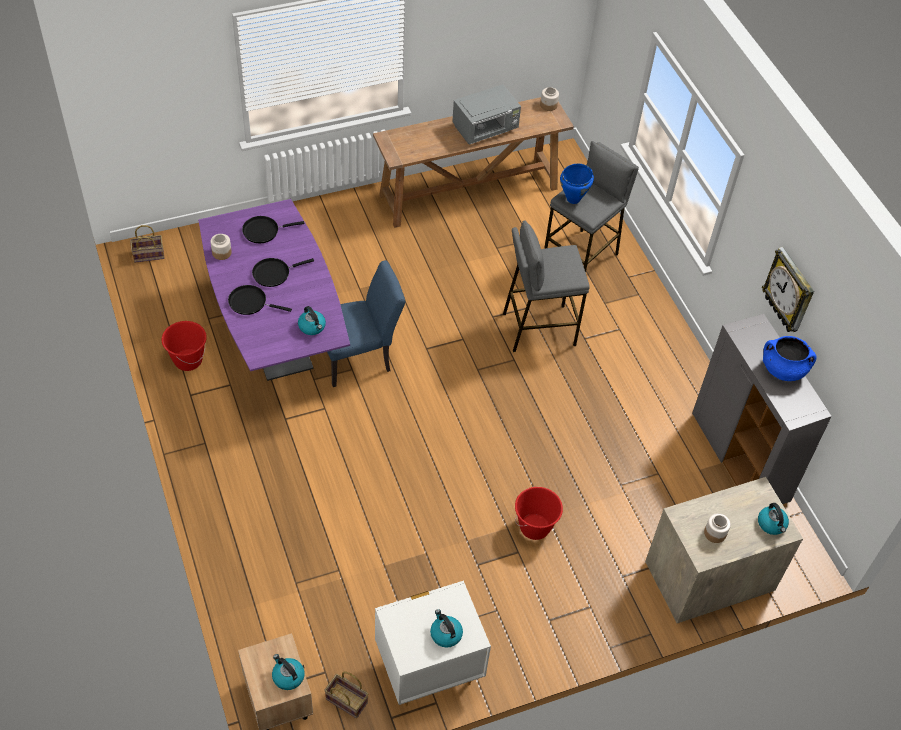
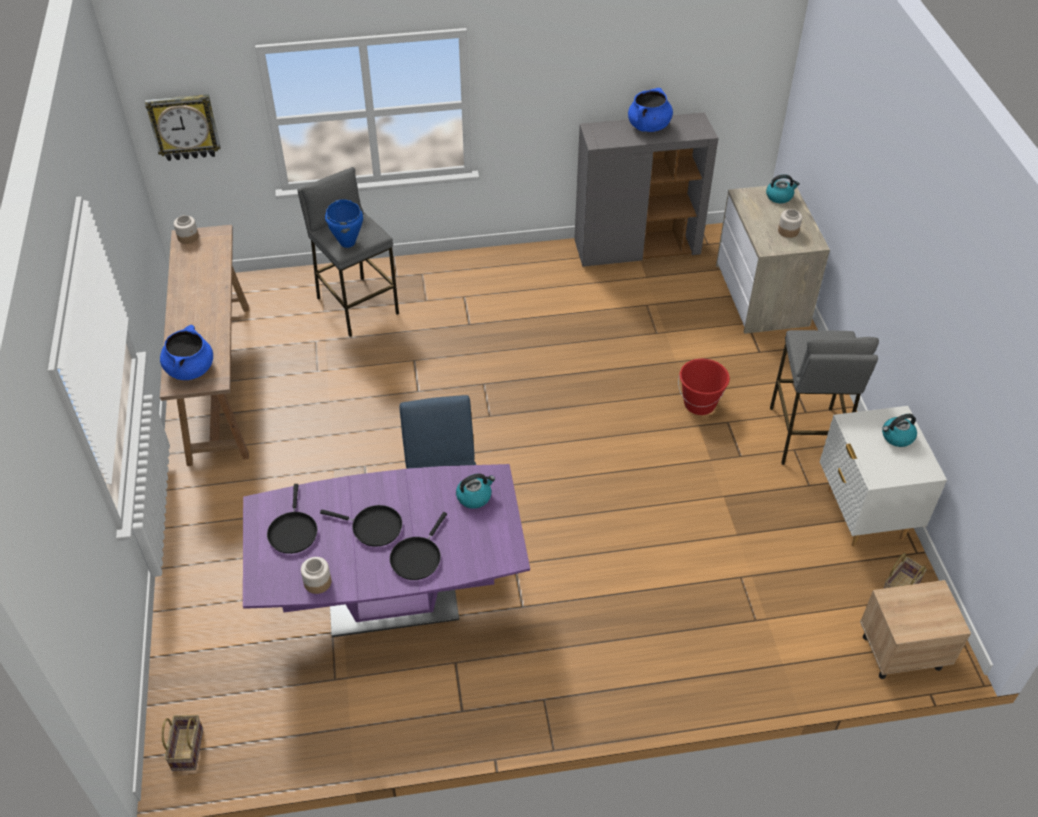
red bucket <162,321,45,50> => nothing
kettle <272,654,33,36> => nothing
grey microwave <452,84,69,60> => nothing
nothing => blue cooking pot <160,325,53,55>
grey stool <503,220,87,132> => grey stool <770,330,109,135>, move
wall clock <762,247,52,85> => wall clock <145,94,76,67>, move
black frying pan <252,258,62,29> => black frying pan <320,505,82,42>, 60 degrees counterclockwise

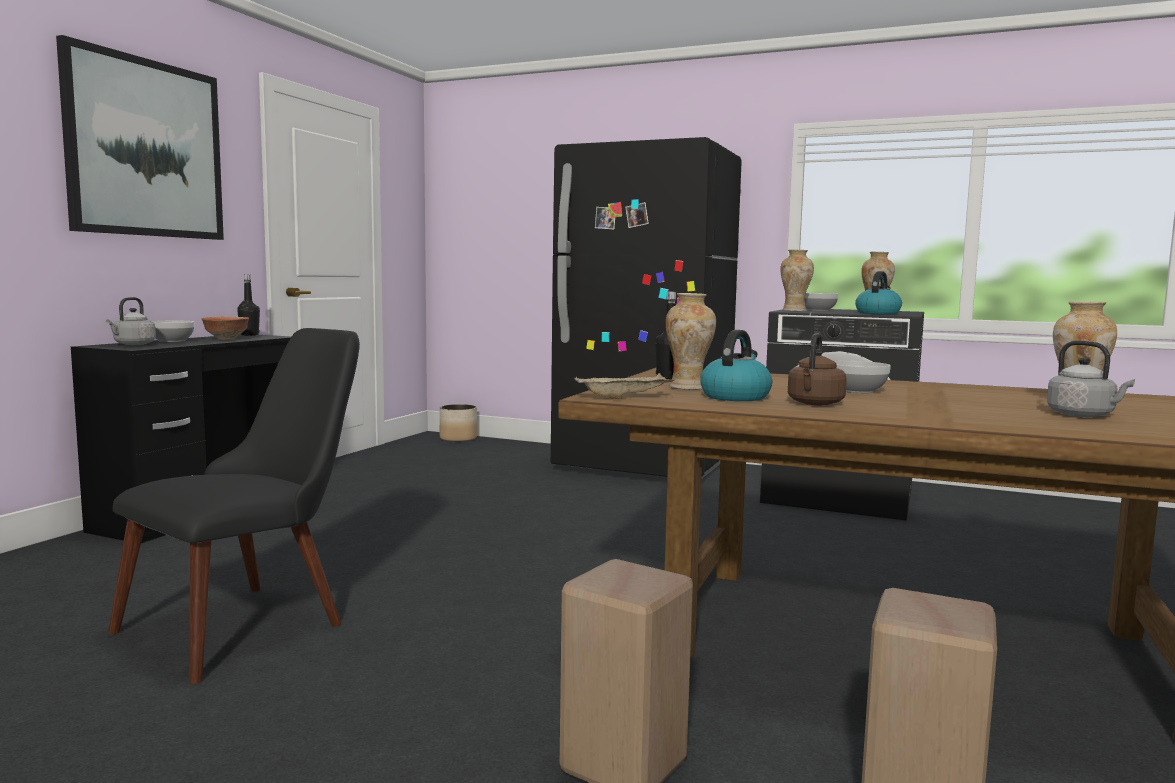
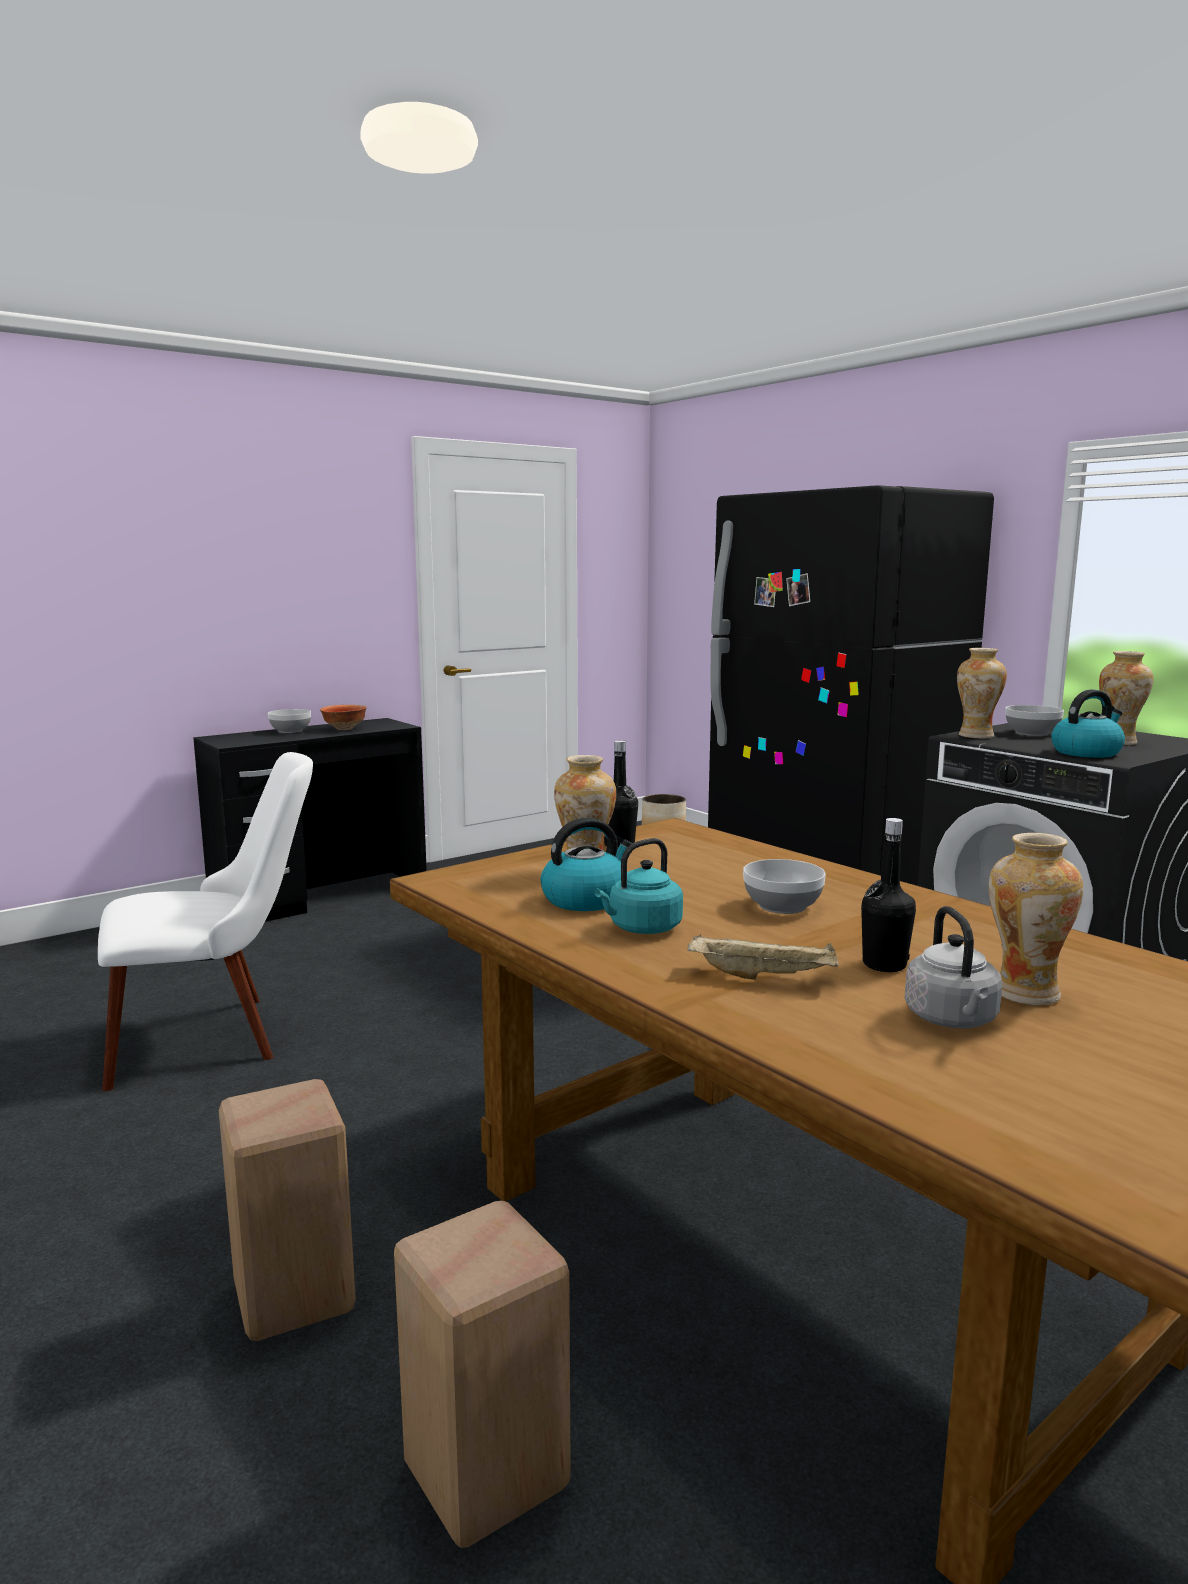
picture <56,35,168,205> => nothing
grey kettle <106,297,50,48> => nothing
black bottle <237,275,23,61> => black bottle <861,818,55,154>, move
beige tray <574,373,101,26> => beige tray <688,934,151,46>, move
black chair <108,328,252,356> => white chair <98,752,215,339>
brown kettle <788,333,59,72> => turquoise kettle <594,838,89,96>

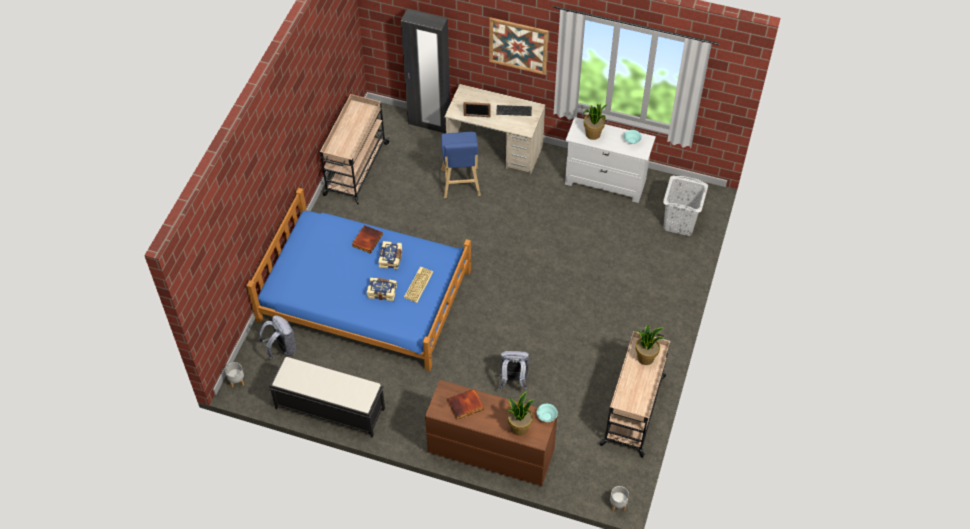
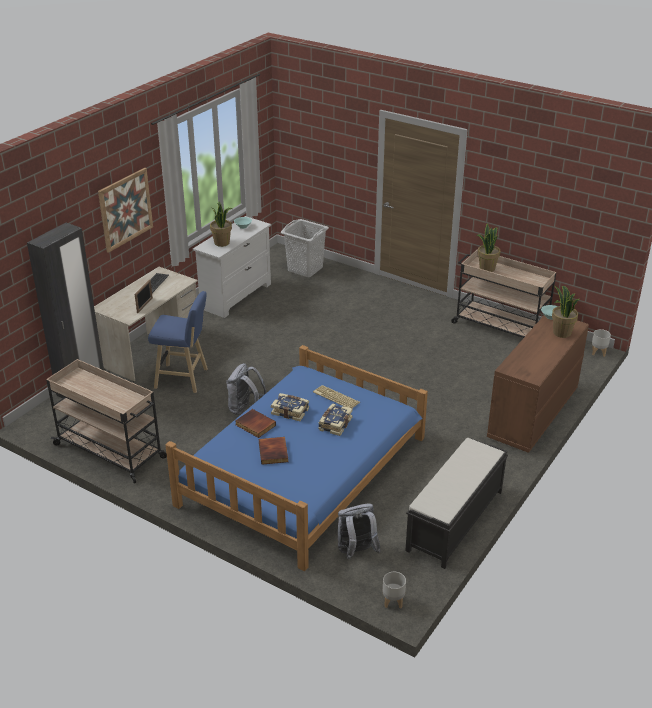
book <447,389,37,31> => book <259,437,29,28>, move
grey backpack <498,351,32,39> => grey backpack <226,363,41,52>, move

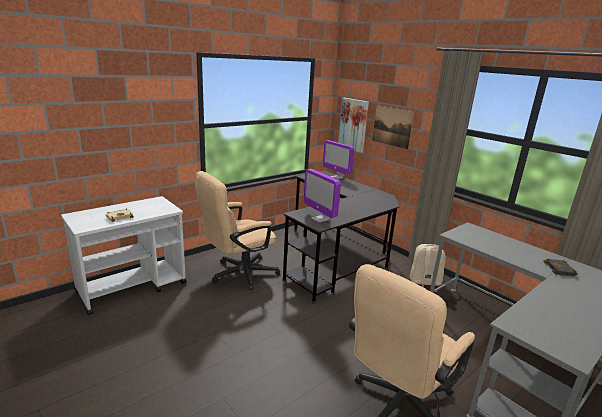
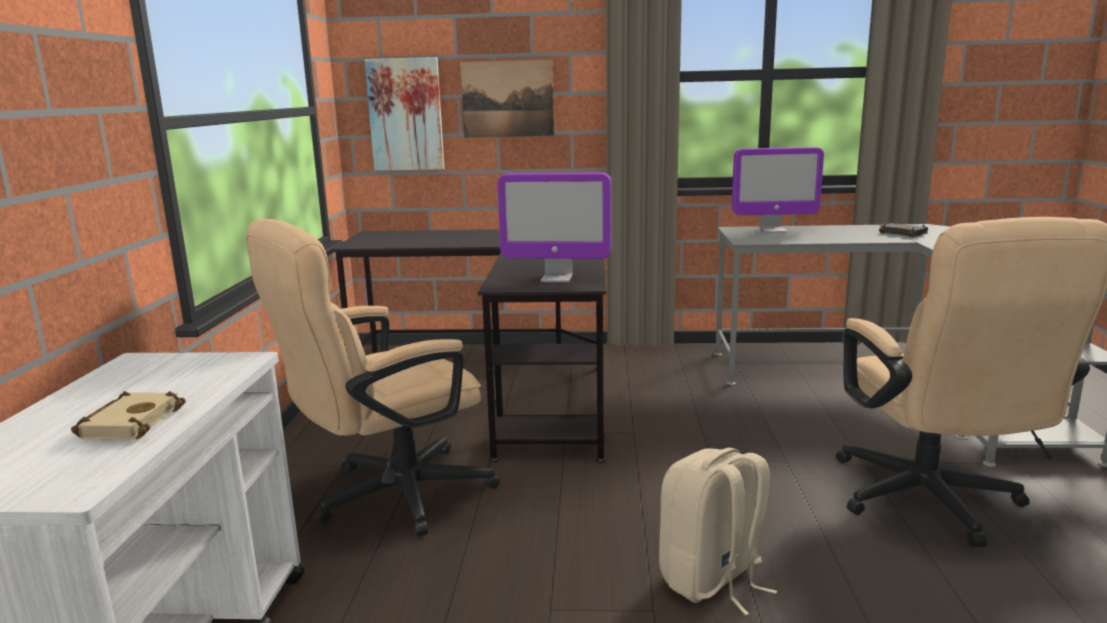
monitor <323,140,31,39> => monitor <732,147,92,86>, move
beige backpack <410,244,36,48> => beige backpack <659,448,118,167>, move
beige office chair <195,171,85,119> => beige office chair <246,219,254,318>, 45 degrees clockwise

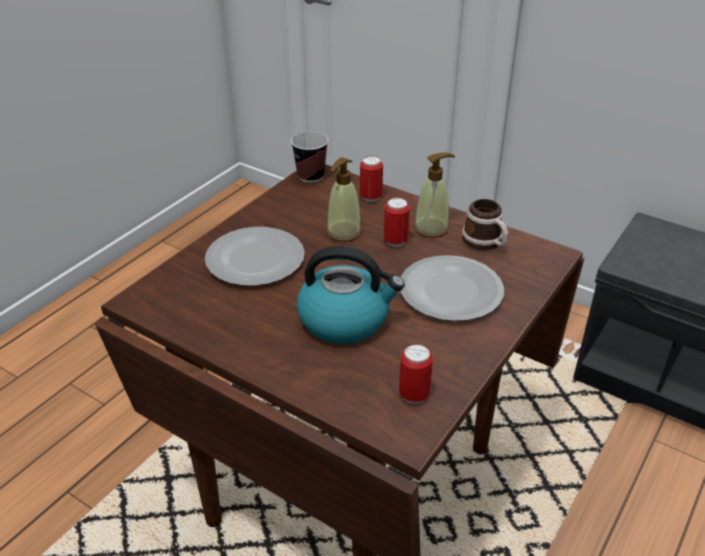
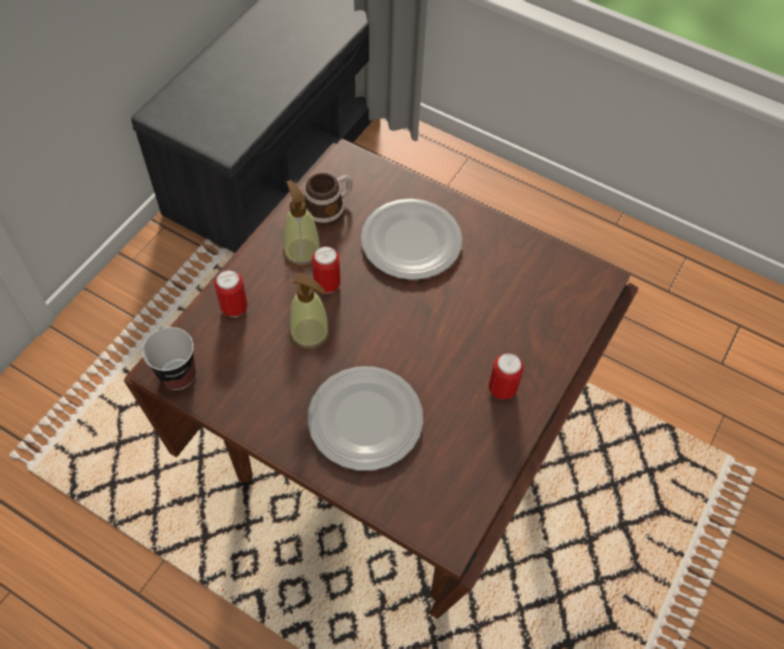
kettle <297,246,108,98> => nothing
can <399,344,34,60> => can <489,353,35,47>, move

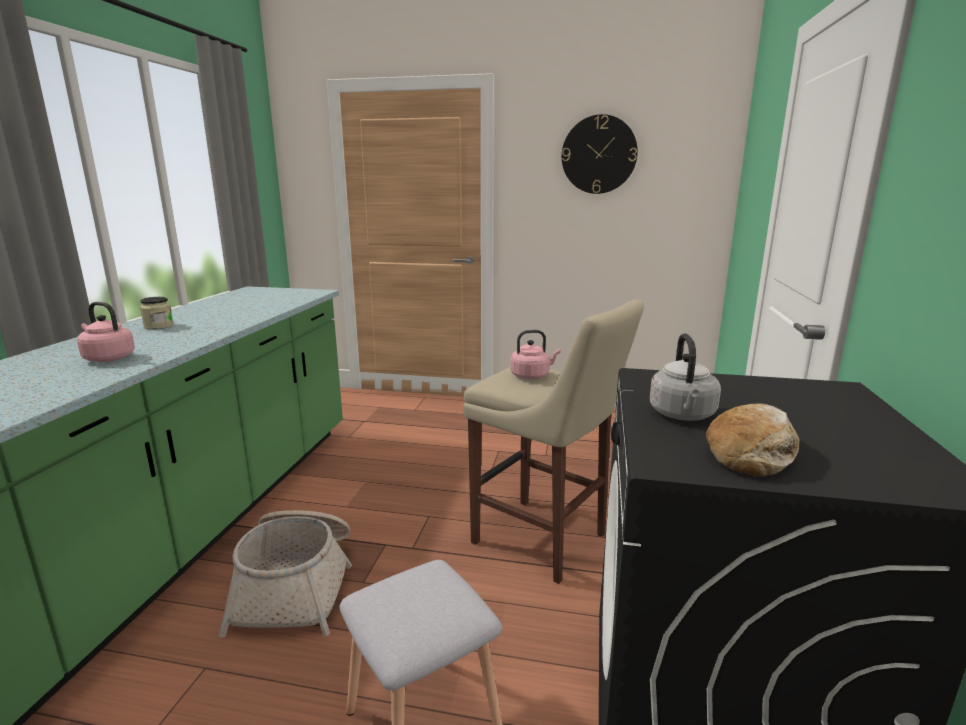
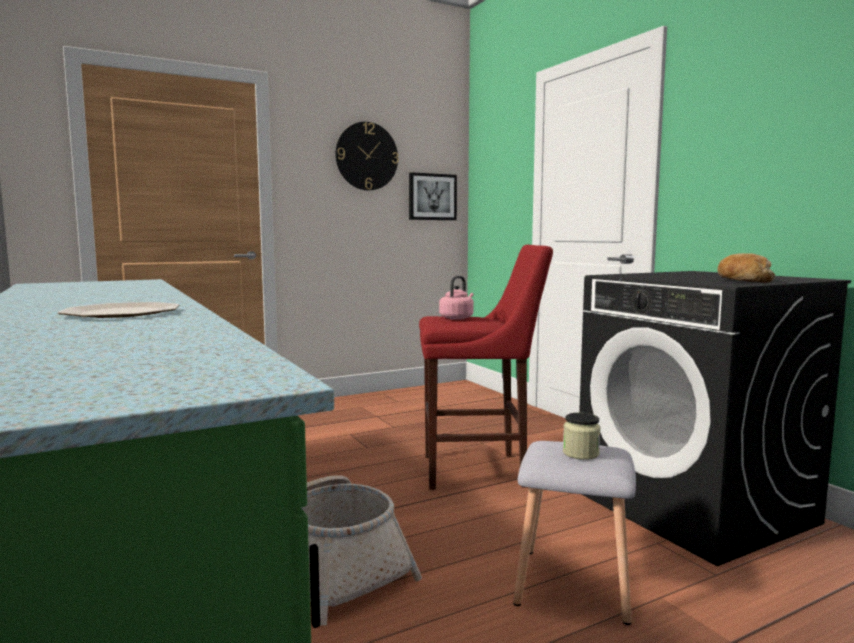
grey kettle <650,333,71,88> => nothing
nothing => picture <409,172,48,48>
jar <140,297,34,33> => jar <563,413,38,47>, move
pink kettle <77,302,58,60> => plate <58,302,121,16>
beige stool <463,300,181,284> => red stool <419,245,134,245>

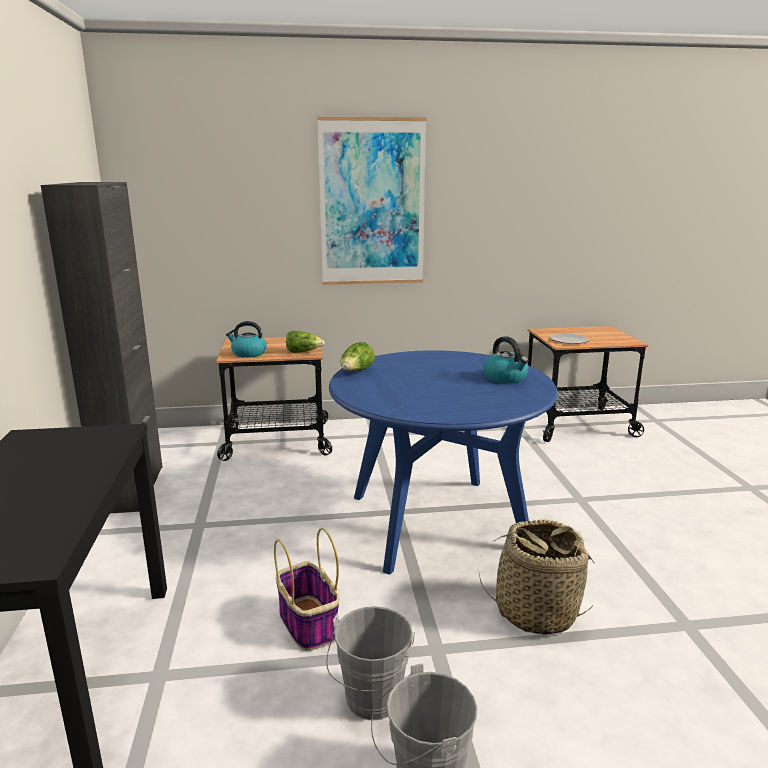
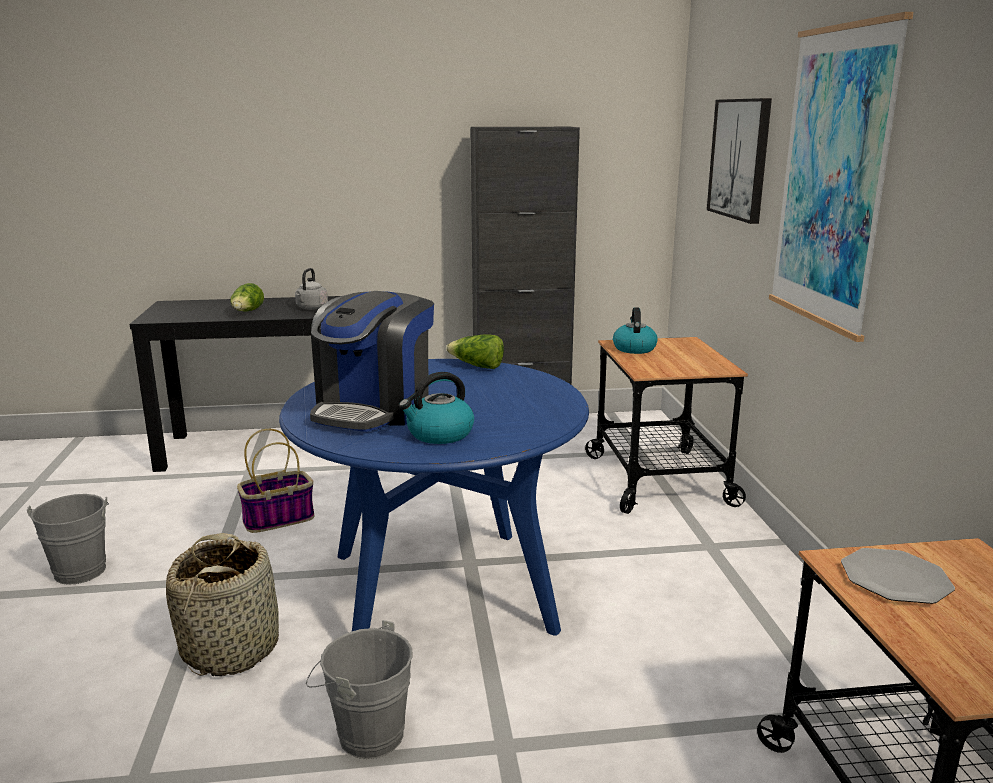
nothing => grey kettle <295,268,33,42>
nothing => coffee machine <310,291,124,141>
nothing => picture <707,98,65,126>
lettuce <286,331,39,22> => lettuce <230,283,34,28>, move
grey bucket <326,606,89,115> => grey bucket <306,620,107,139>, move

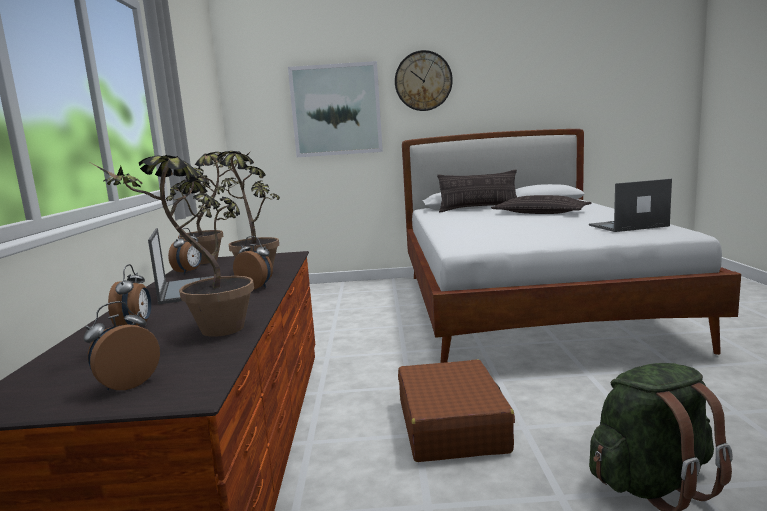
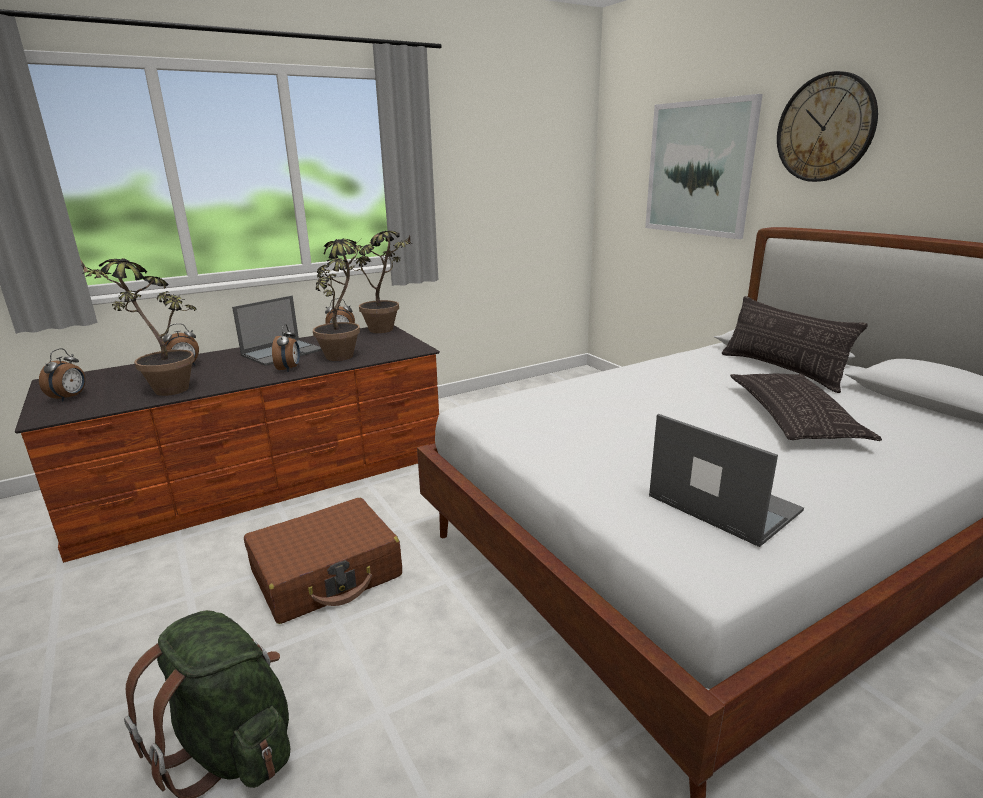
alarm clock <83,301,77,89> => alarm clock <39,348,46,54>, 90 degrees clockwise

